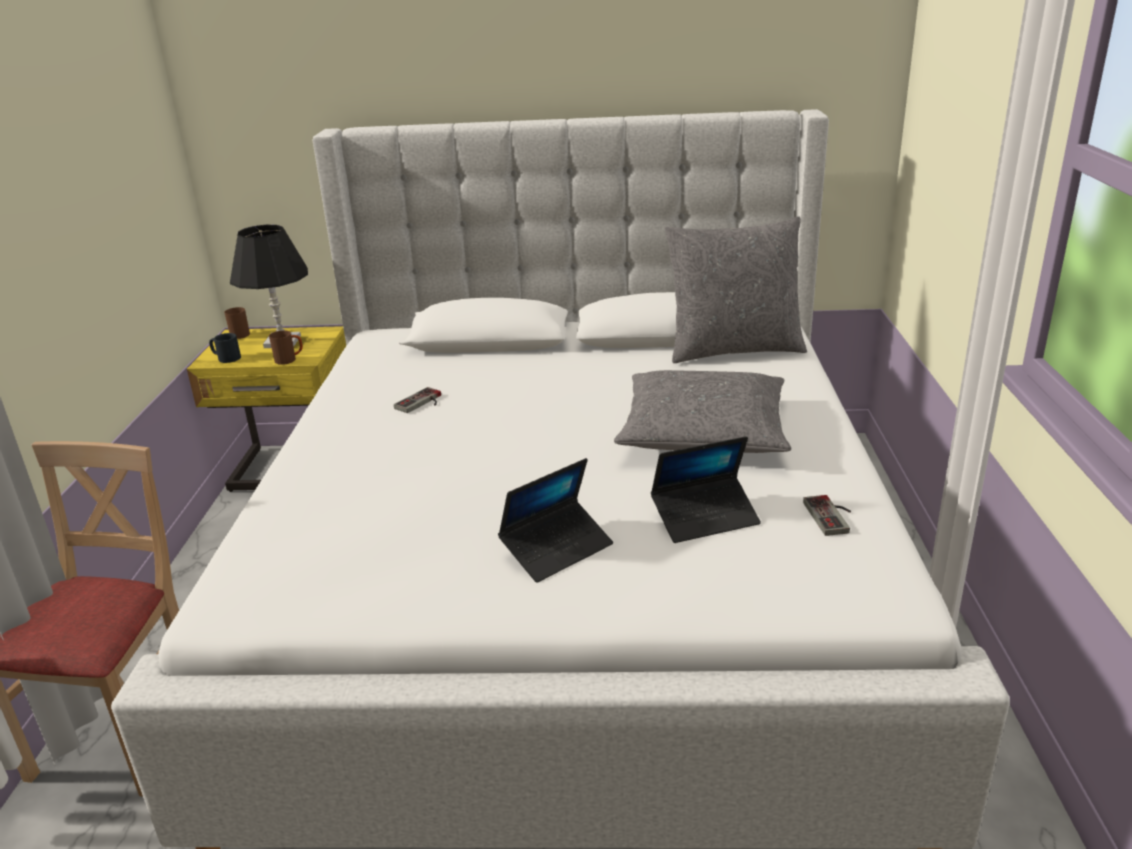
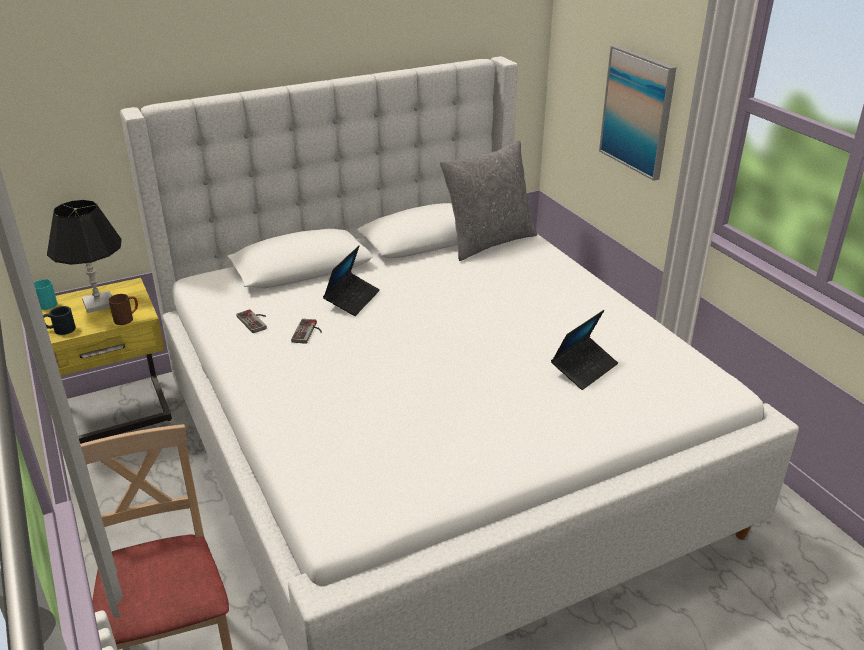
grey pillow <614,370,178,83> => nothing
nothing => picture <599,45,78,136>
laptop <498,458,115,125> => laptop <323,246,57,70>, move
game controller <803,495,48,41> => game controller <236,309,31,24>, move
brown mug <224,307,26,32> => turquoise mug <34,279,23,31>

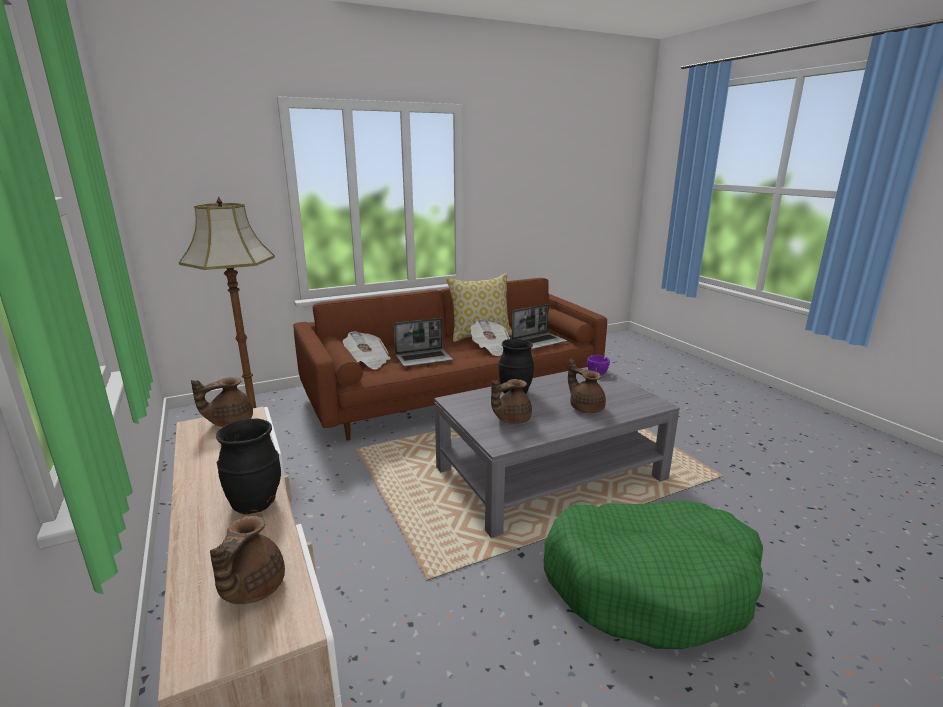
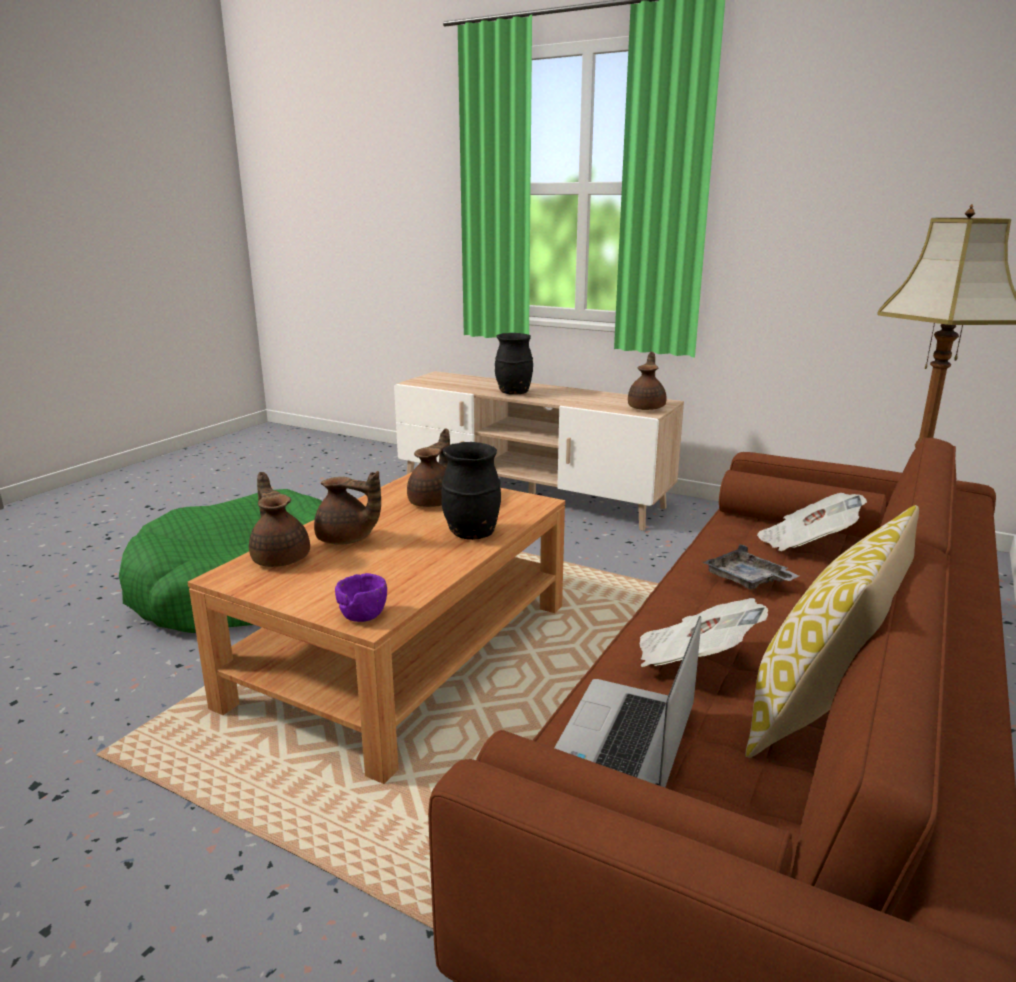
brown teapot <210,516,75,88> => brown teapot <249,472,61,95>, move
laptop <394,318,59,49> => grey tray <703,544,96,46>
grey coffee table <434,367,246,171> => brown coffee table <188,472,377,312>

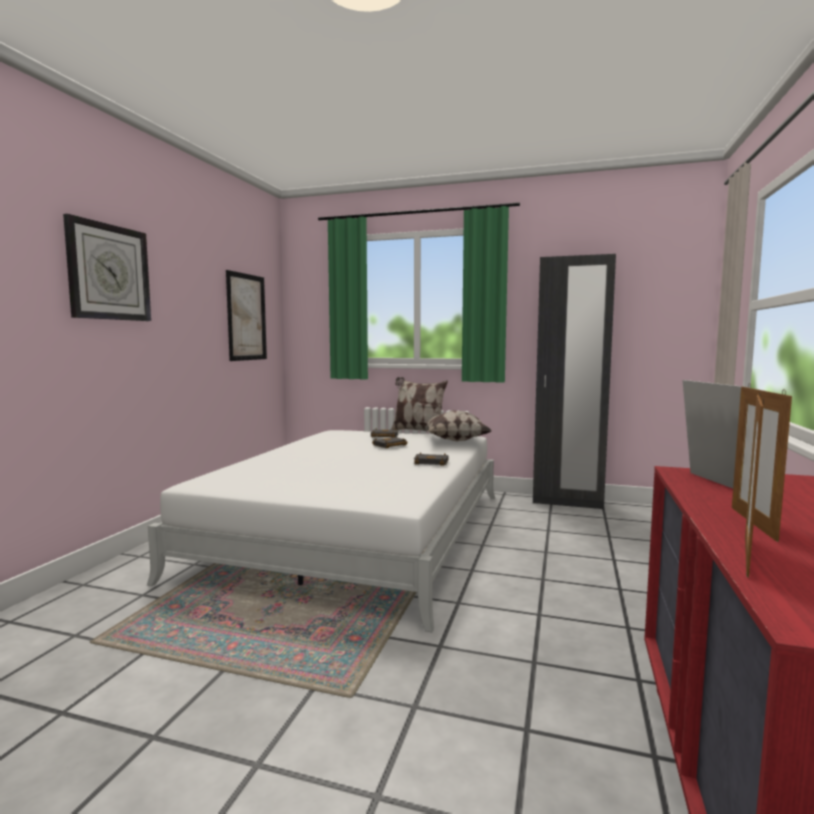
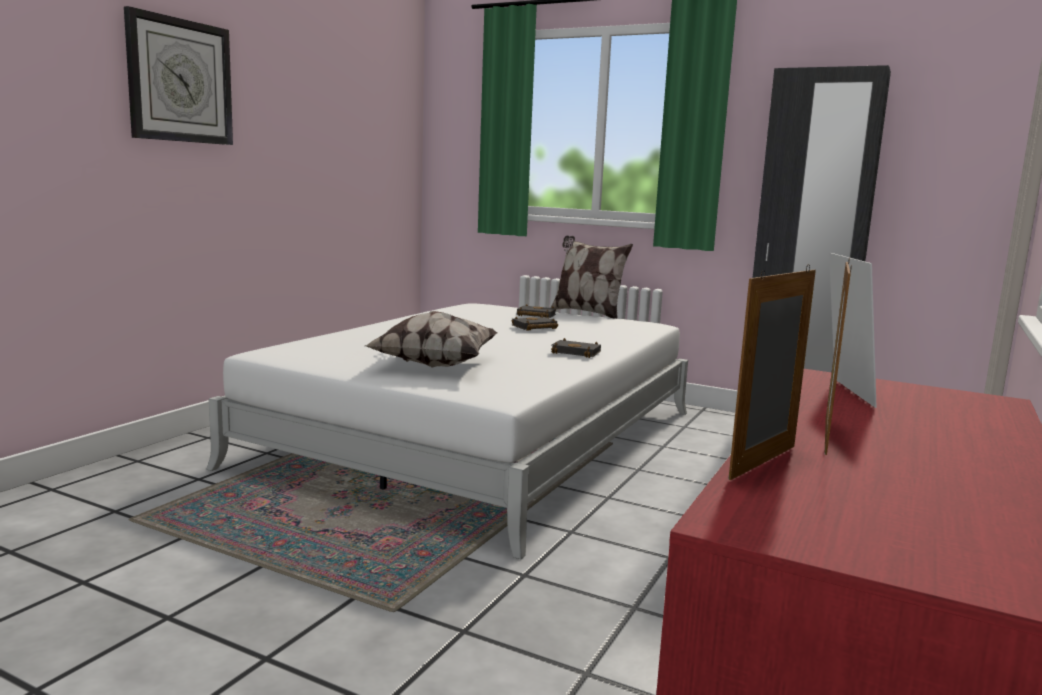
picture <226,270,41,91> => nothing
pillow <421,410,71,31> => pillow <365,311,132,57>, move

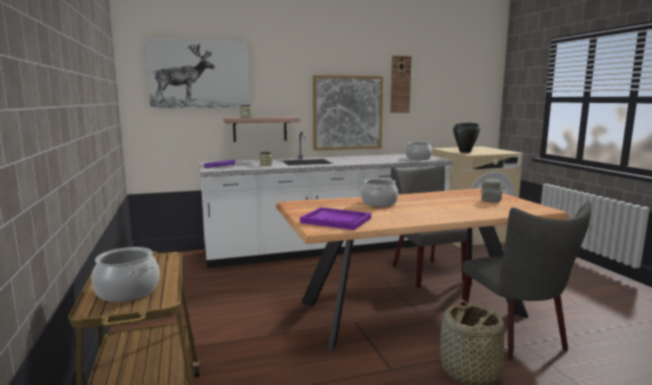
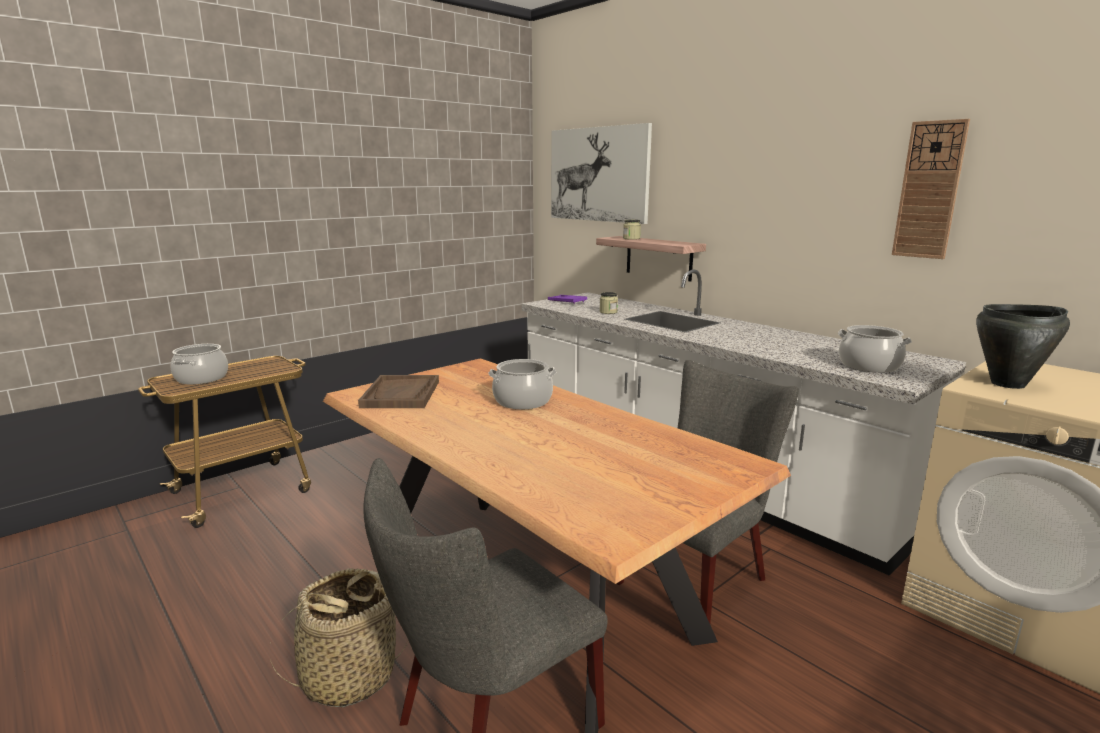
picture <313,75,70,76> => nothing
grey jar <480,180,25,23> => nothing
purple tray <300,207,71,23> => brown tray <358,375,81,33>

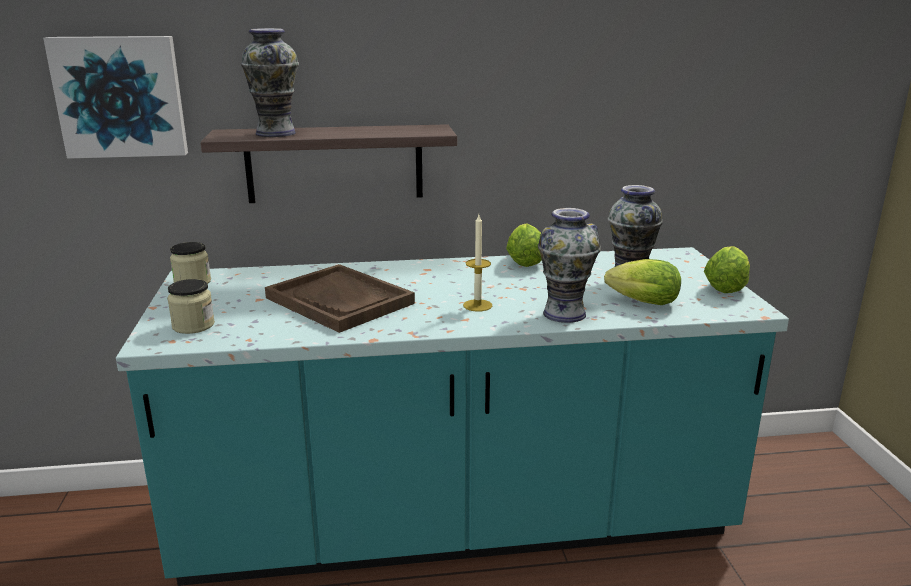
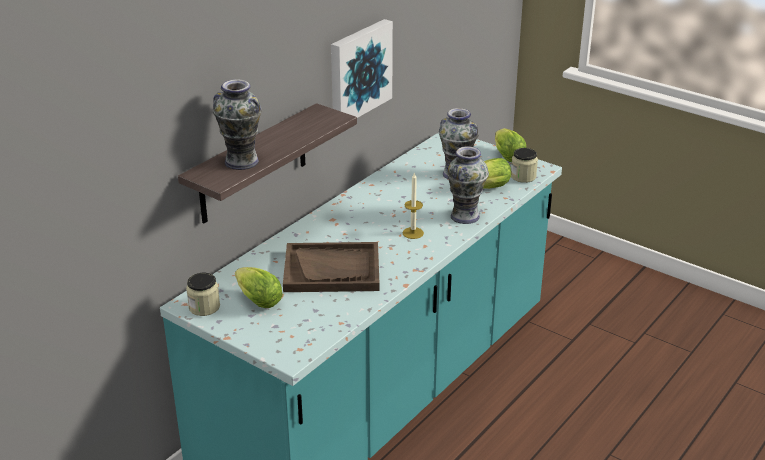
picture <43,36,145,123> => picture <331,19,62,99>, move
jar <167,279,48,55> => jar <511,148,27,35>, move
lettuce <506,223,36,44> => lettuce <235,267,48,41>, move

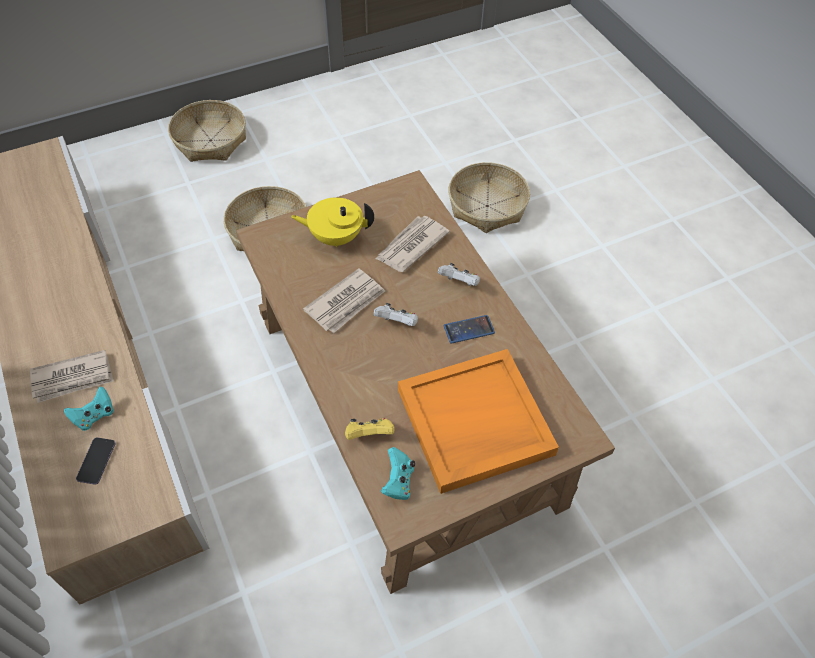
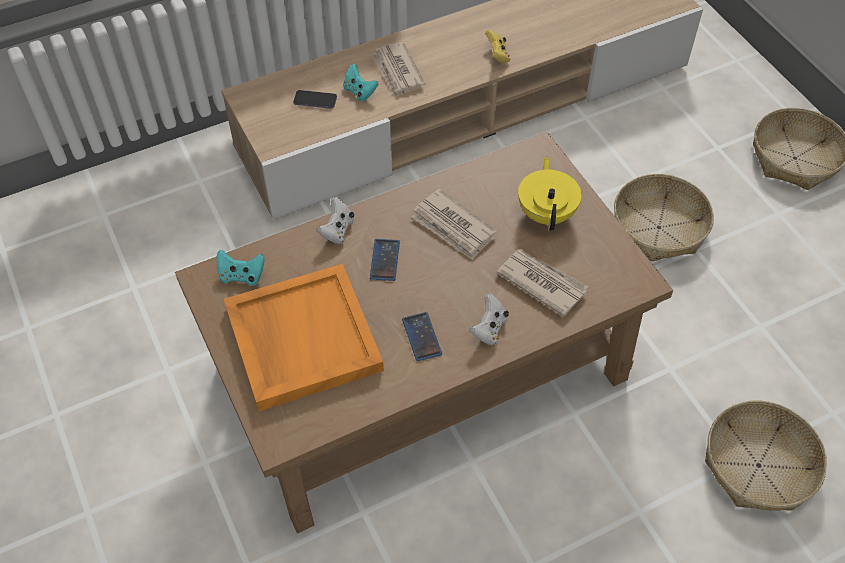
nothing => phone <370,239,30,42>
yellow game controller <345,418,50,22> => yellow game controller <485,30,25,33>, move
white game controller <373,303,45,23> => white game controller <316,197,38,47>, move

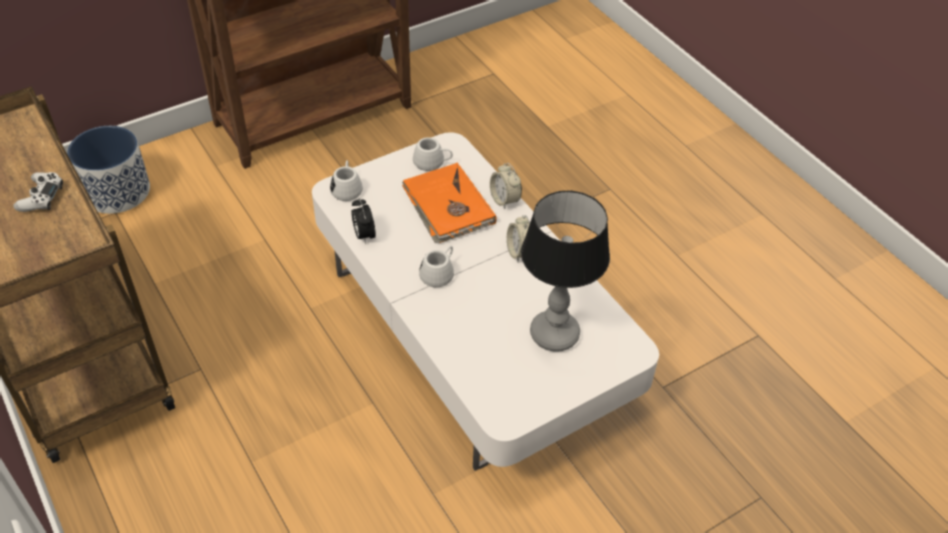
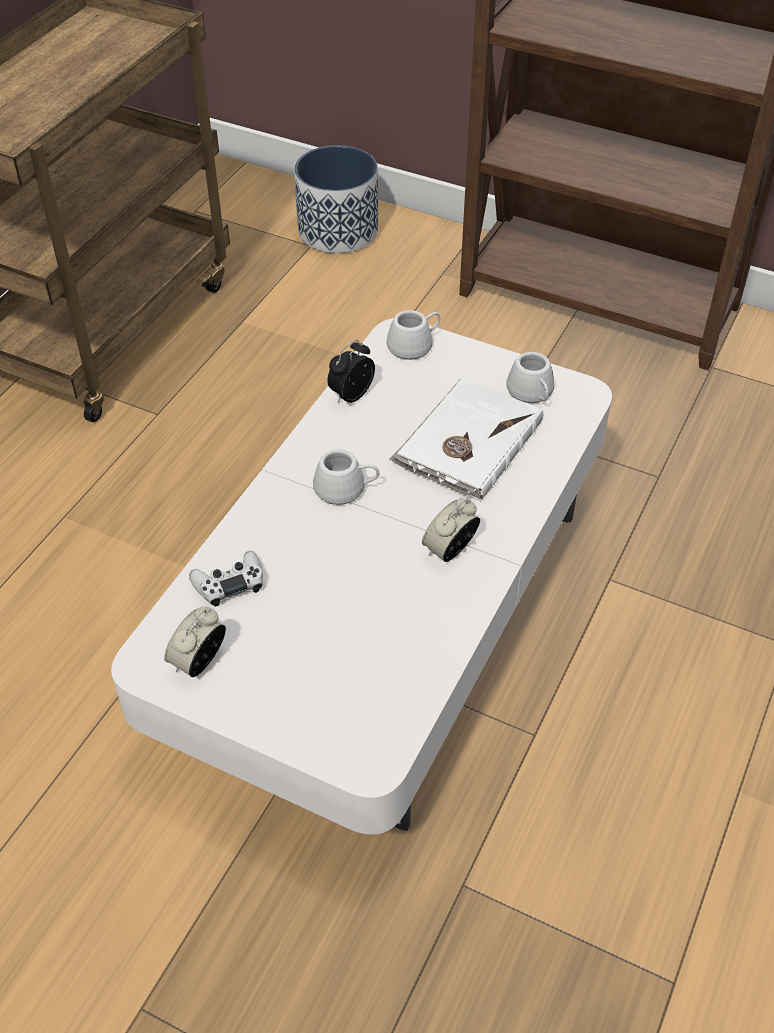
table lamp <521,190,89,162> => nothing
white game controller <13,172,50,40> => white game controller <189,551,74,55>, move
alarm clock <490,163,32,46> => alarm clock <164,607,62,70>, move
orange book <402,163,95,80> => white book <389,378,154,124>

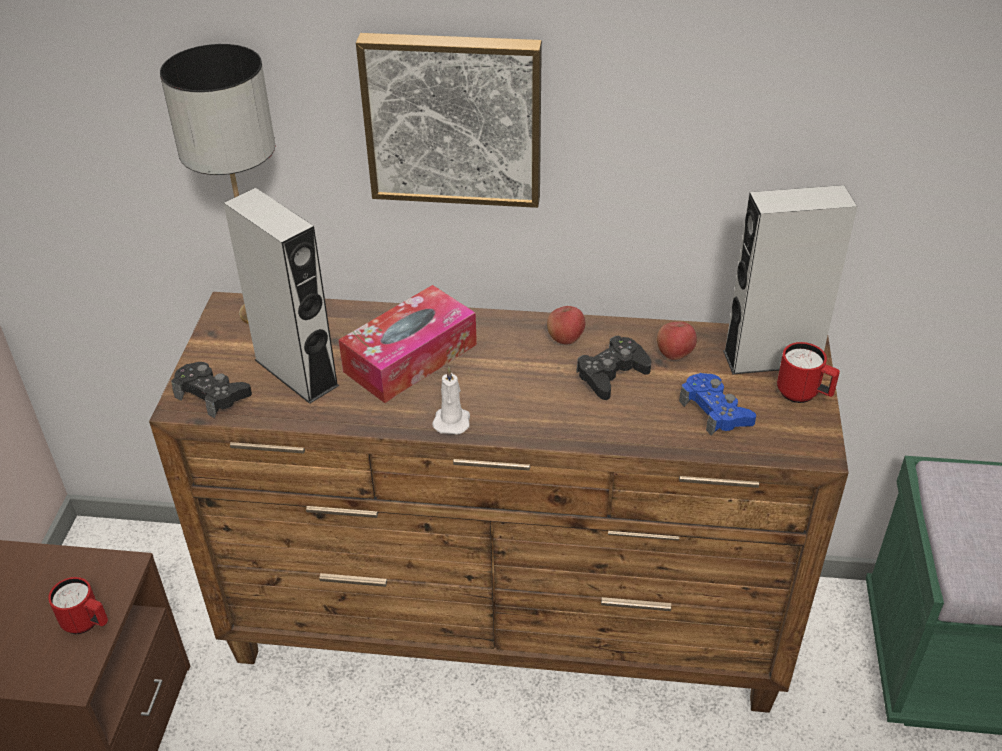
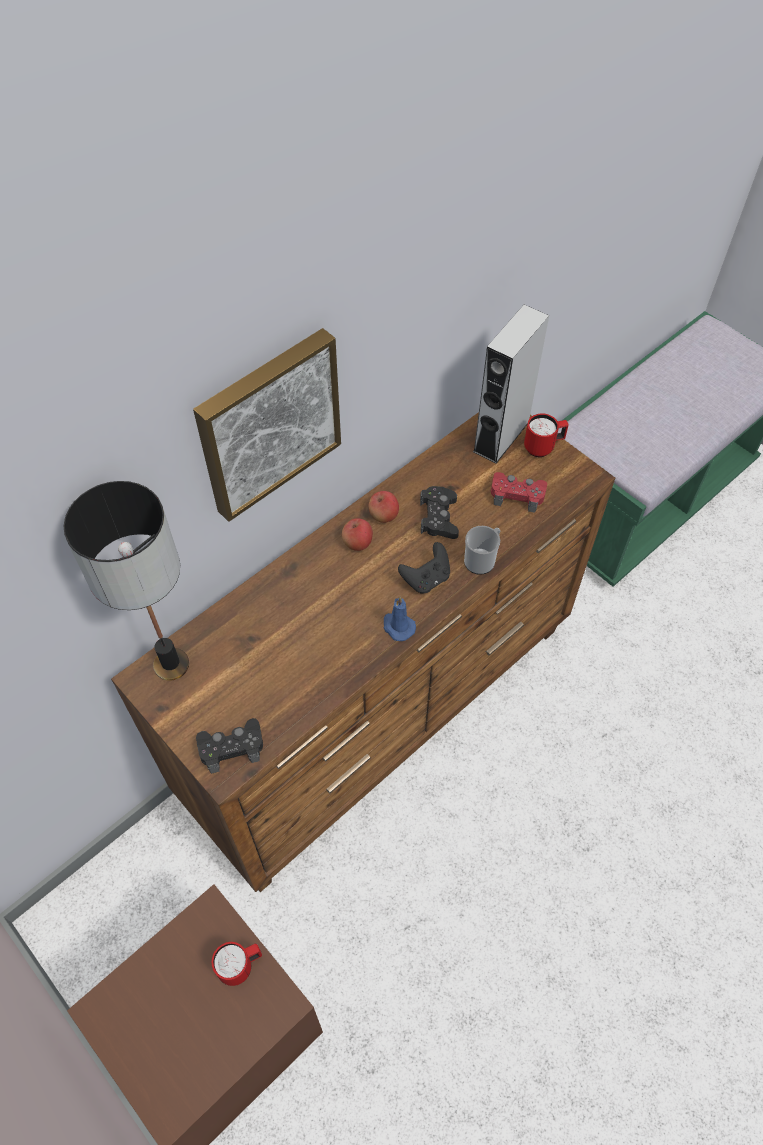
grey speaker <223,188,116,216> => nothing
tissue box <339,285,138,118> => nothing
nothing => black game controller <398,542,52,52>
nothing => mug <464,526,36,49>
apple <657,322,40,38> => apple <342,518,31,33>, move
white candle <432,367,38,68> => blue candle <383,597,33,44>
blue game controller <679,373,77,63> => red game controller <491,472,56,41>

